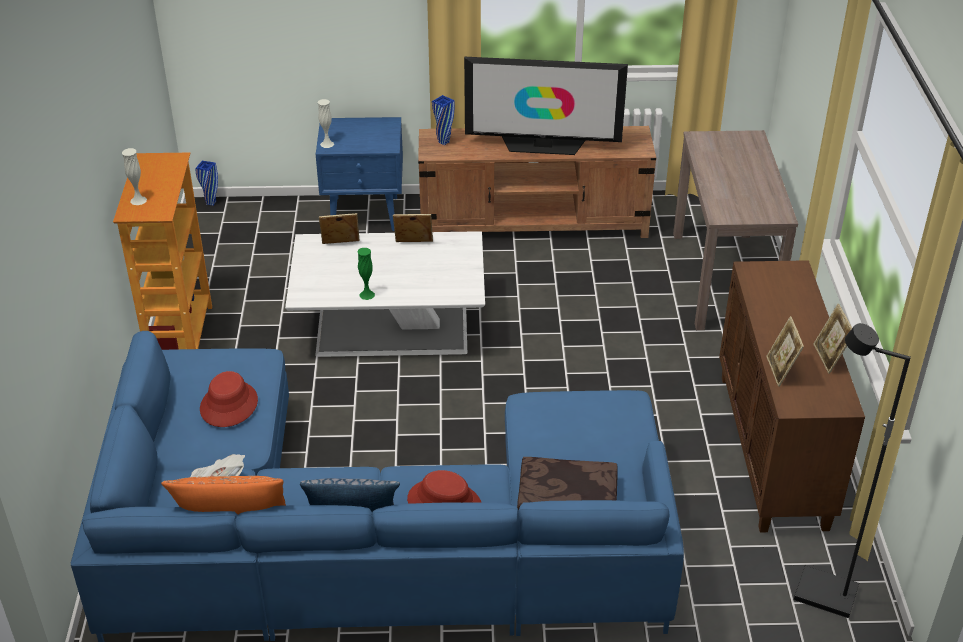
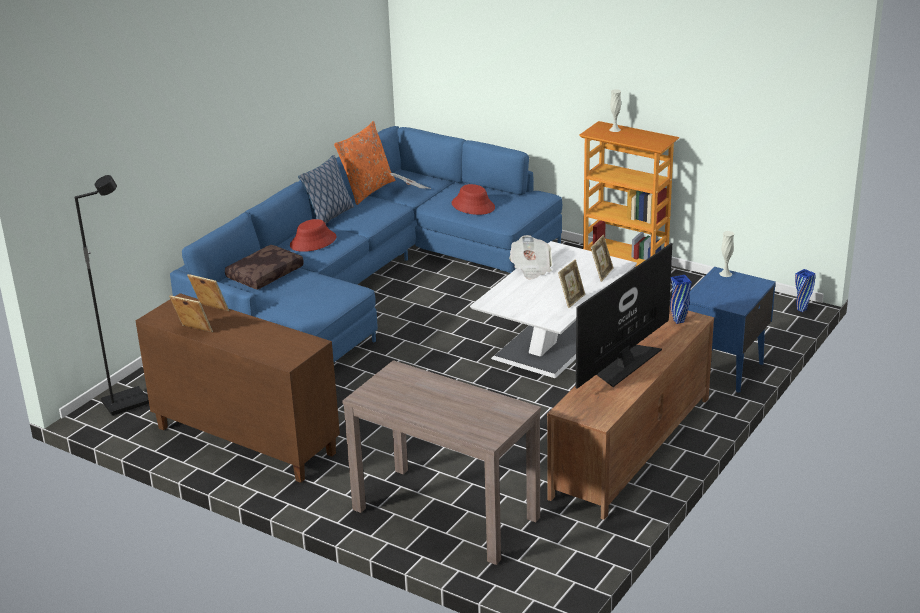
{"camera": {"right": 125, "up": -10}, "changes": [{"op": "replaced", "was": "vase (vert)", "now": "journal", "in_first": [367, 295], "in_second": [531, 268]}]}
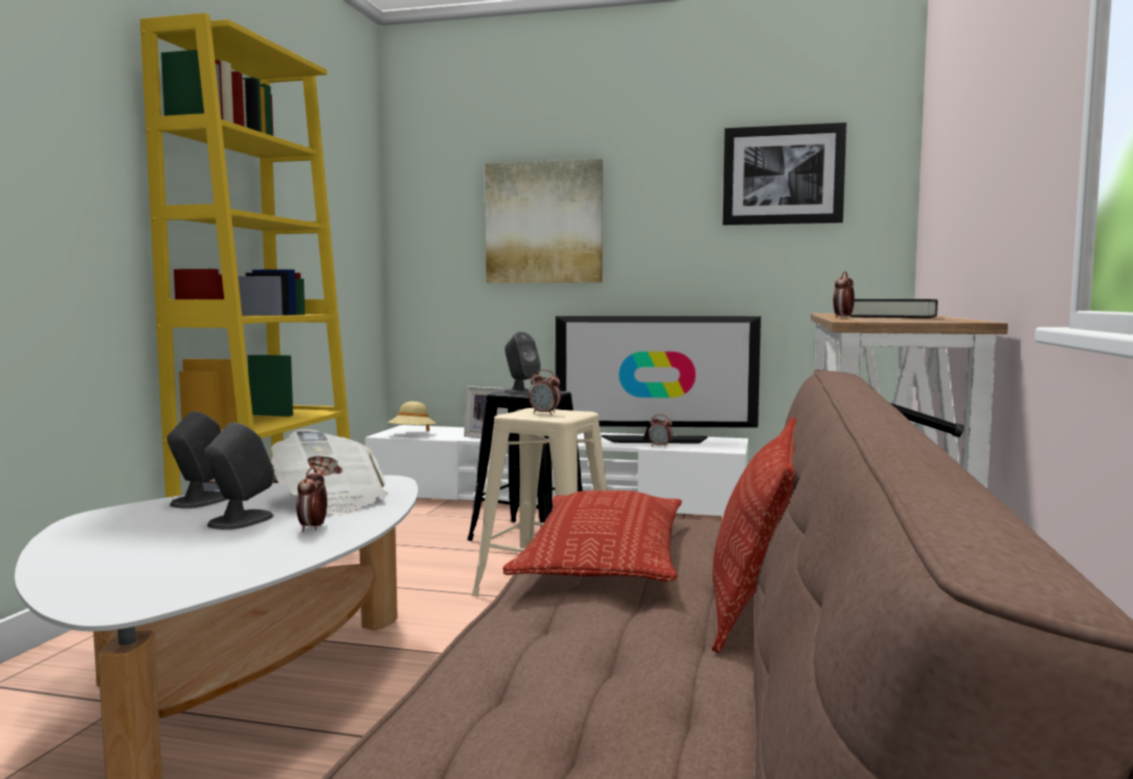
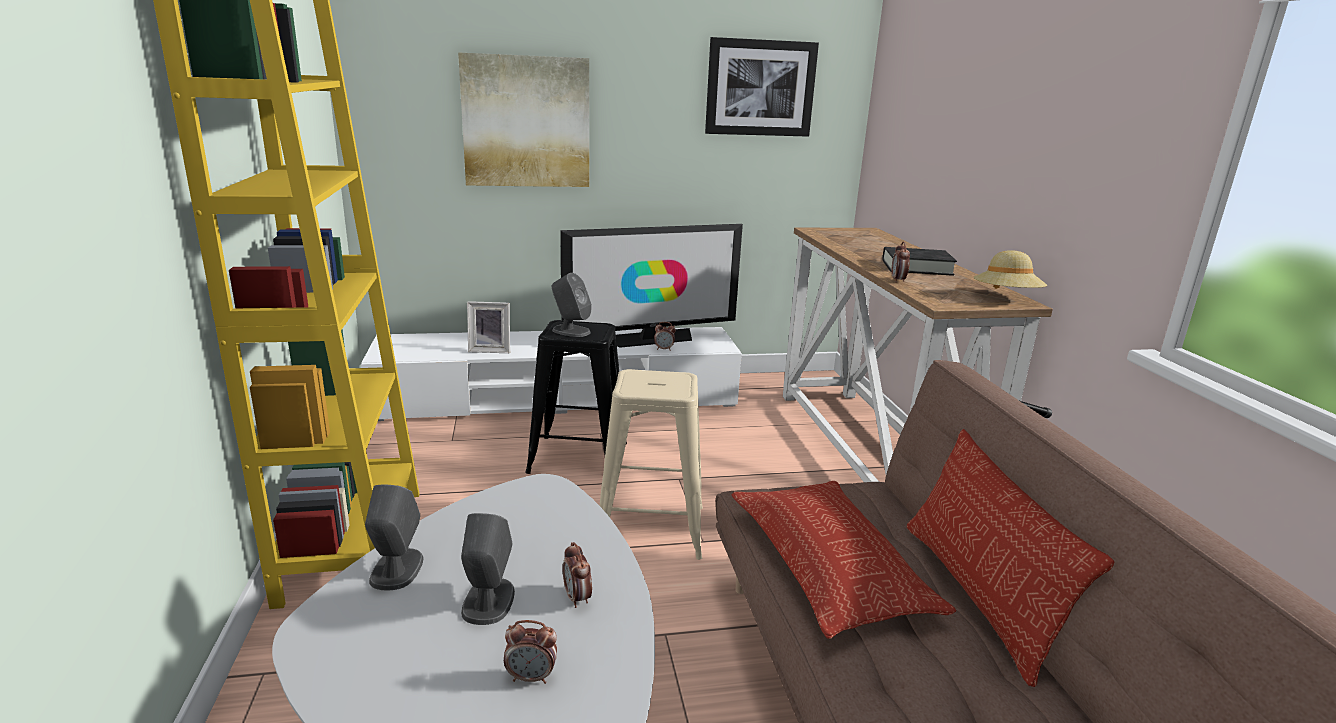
{"camera": {"right": -25, "up": 15}, "changes": [{"op": "moved", "was": "réveil", "in_first": [545, 413], "in_second": [531, 677]}, {"op": "moved", "was": "chapeau (beige)", "in_first": [412, 434], "in_second": [1006, 297]}, {"op": "removed", "was": "journal", "in_first": [330, 502]}]}
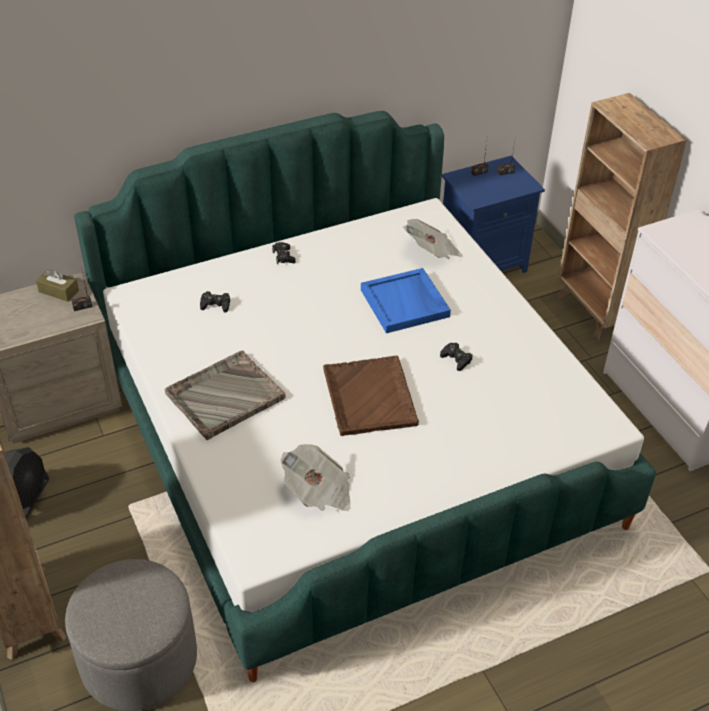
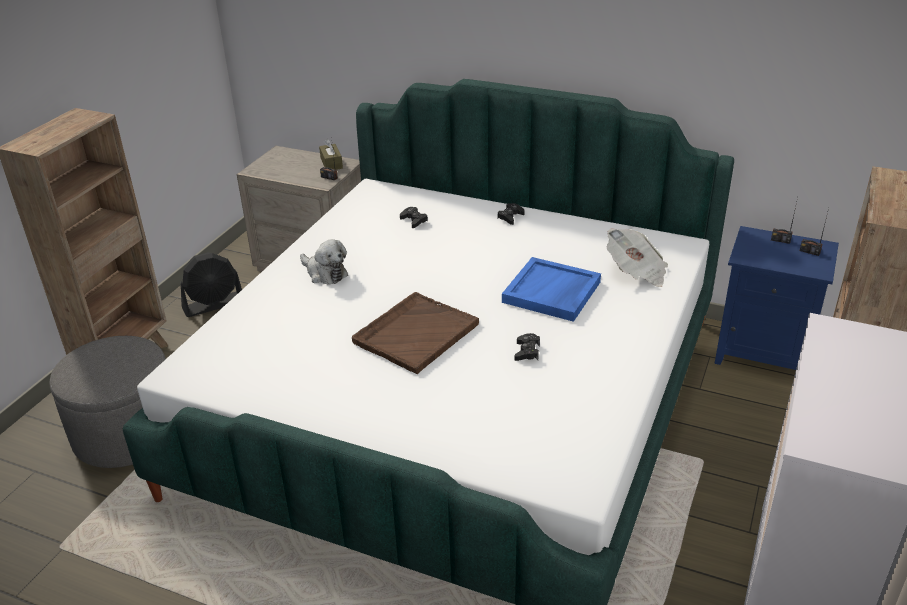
{"camera": {"right": 50, "up": -10}, "changes": [{"op": "replaced", "was": "plateau (gris)", "now": "peluche", "in_first": [224, 396], "in_second": [325, 273]}, {"op": "removed", "was": "journal", "in_first": [318, 492]}]}
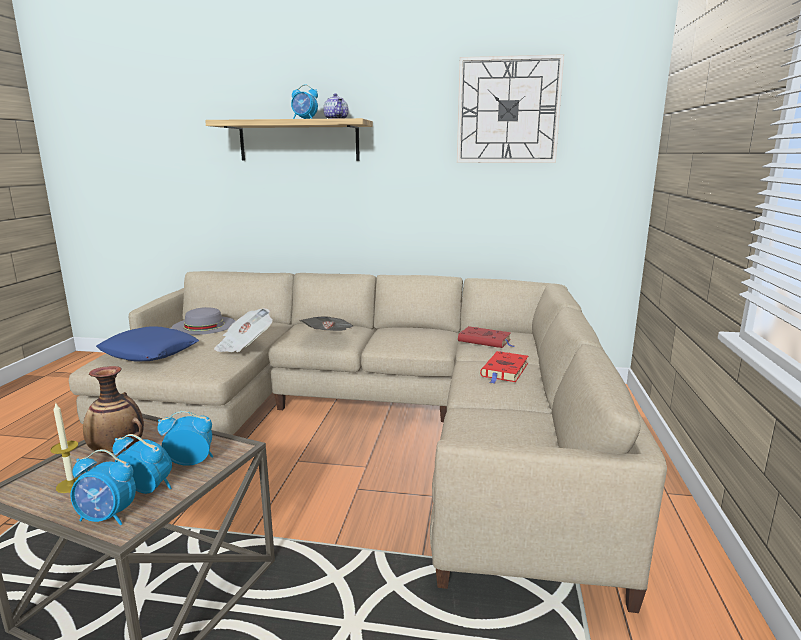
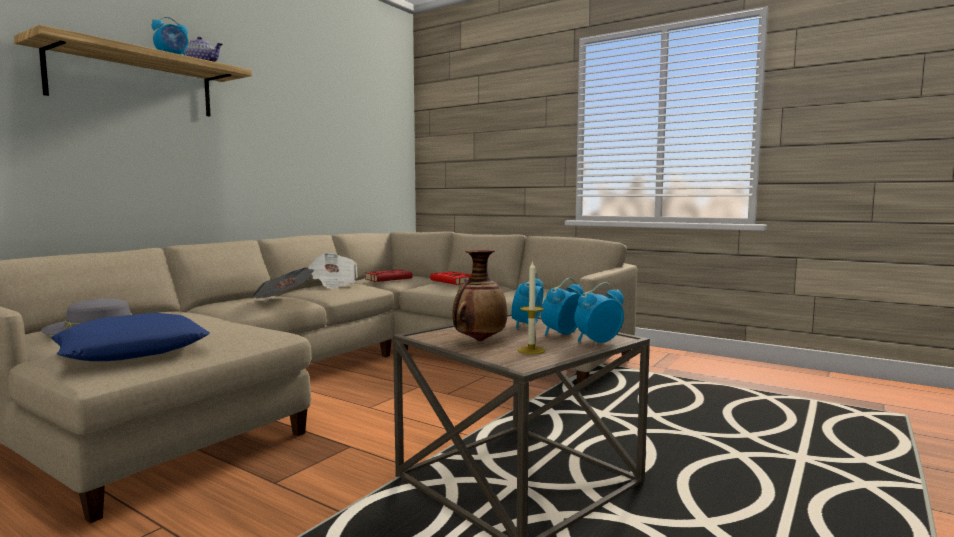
{"camera": {"right": -65, "up": -10}, "changes": [{"op": "moved", "was": "journal", "in_first": [244, 345], "in_second": [333, 284]}, {"op": "turned", "was": "réveil", "in_first": [107, 517], "in_second": [597, 342], "clockwise": -150}, {"op": "removed", "was": "horloge murale", "in_first": [508, 110]}]}
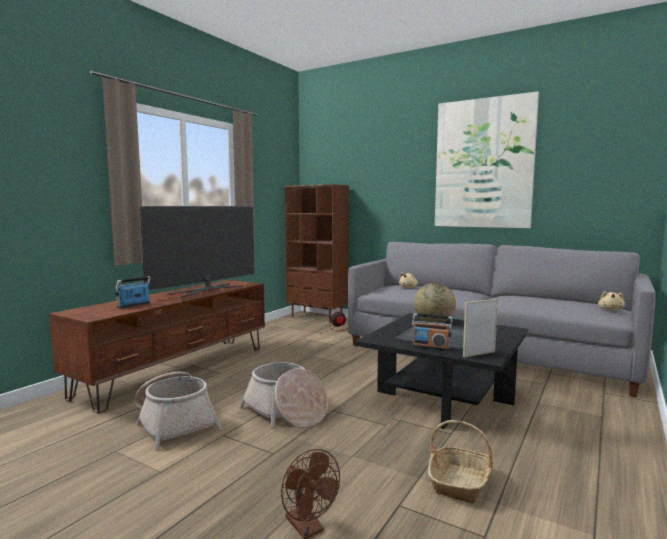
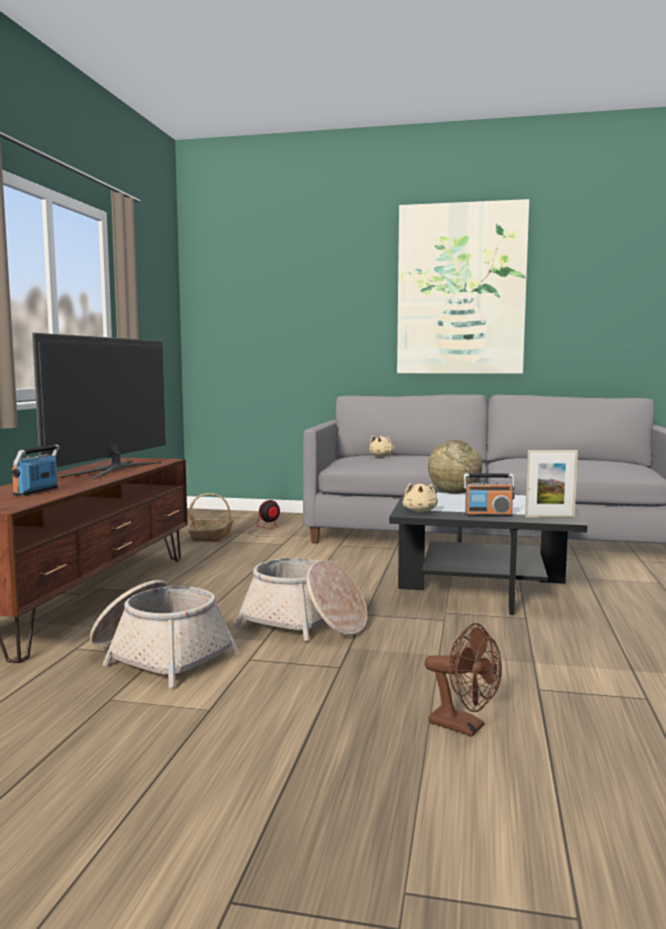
{"camera": {"right": -20, "up": 0}, "changes": [{"op": "moved", "was": "panier", "in_first": [460, 482], "in_second": [211, 536]}, {"op": "moved", "was": "peluche (beige)", "in_first": [610, 310], "in_second": [420, 511]}, {"op": "turned", "was": "cadre photo", "in_first": [479, 354], "in_second": [549, 517], "clockwise": -135}, {"op": "removed", "was": "bibliothèque (marron)", "in_first": [317, 317]}]}
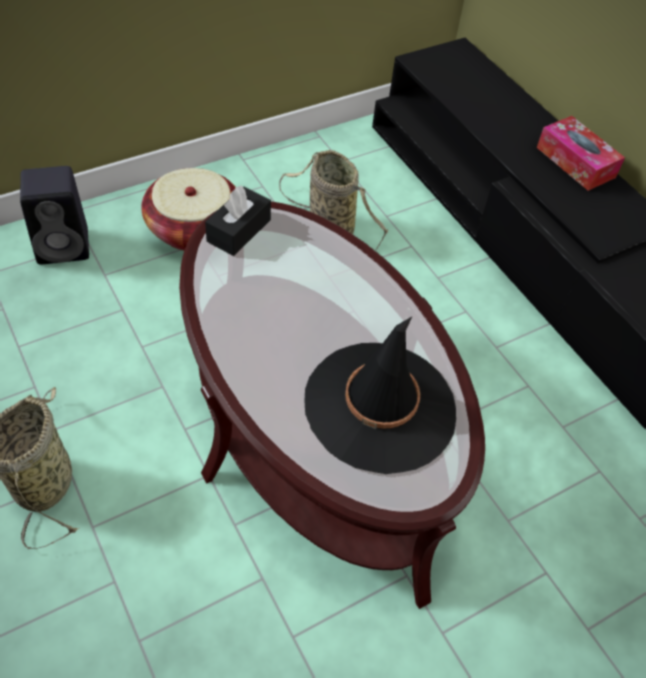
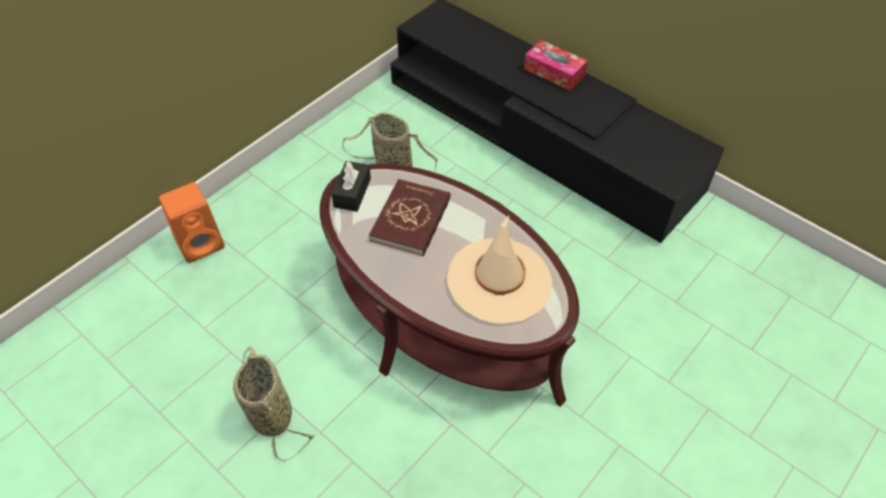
{"camera": {"right": -15, "up": 0}, "changes": [{"op": "recoloured", "was": "enceinte (noir)", "now": "enceinte (orange)", "in_first": [65, 246], "in_second": [202, 243]}, {"op": "added", "now": "livre (rouge)", "in_second": [411, 219]}, {"op": "recoloured", "was": "chapeau (noir)", "now": "chapeau (beige)", "in_first": [380, 406], "in_second": [499, 280]}, {"op": "removed", "was": "panier", "in_first": [194, 229]}]}
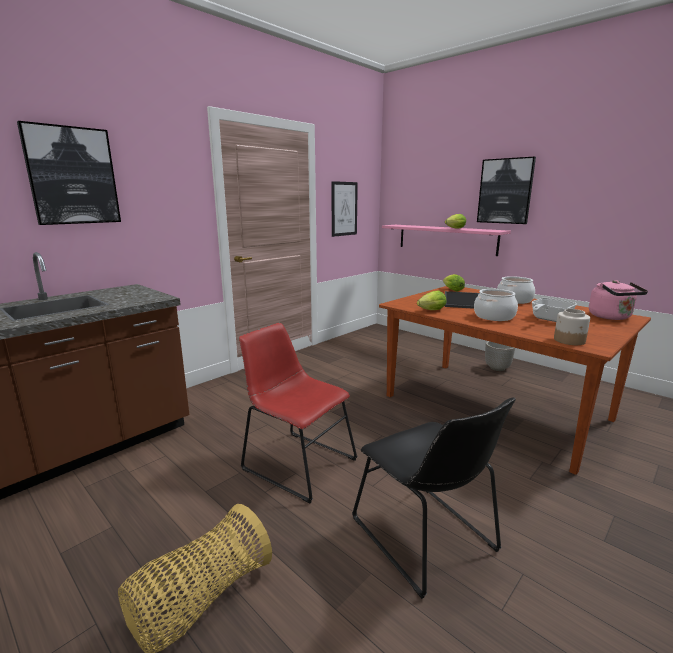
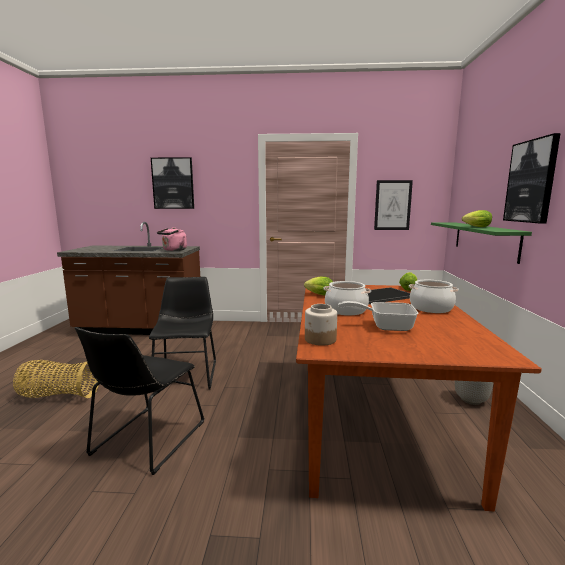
{"camera": {"right": 50, "up": -5}, "changes": [{"op": "recoloured", "was": "chaise (rouge)", "now": "chaise (noir)", "in_first": [296, 462], "in_second": [186, 374]}, {"op": "moved", "was": "bouilloire (rose)", "in_first": [611, 317], "in_second": [173, 250]}, {"op": "recoloured", "was": "étagère (rose)", "now": "étagère (vert)", "in_first": [446, 239], "in_second": [484, 240]}]}
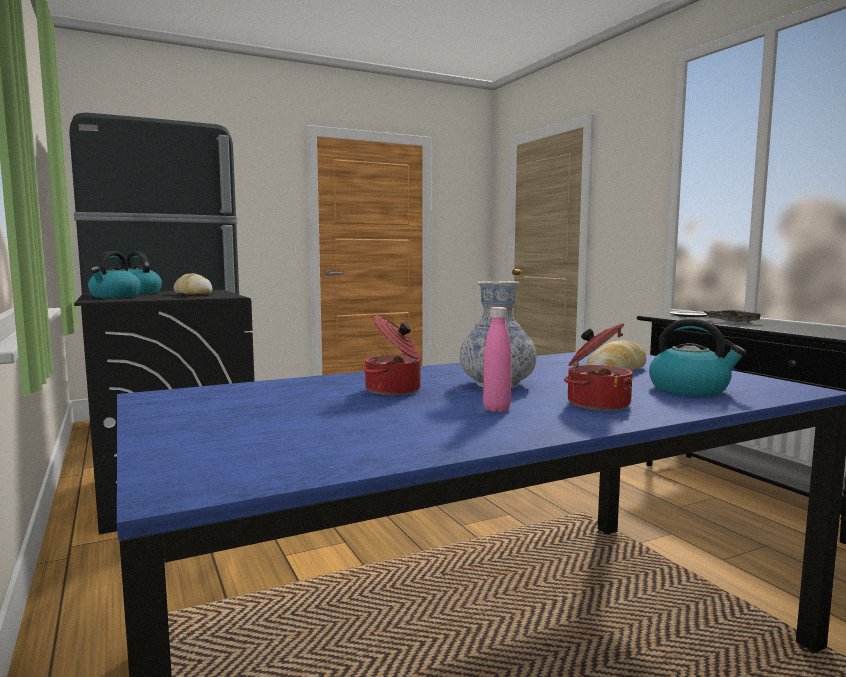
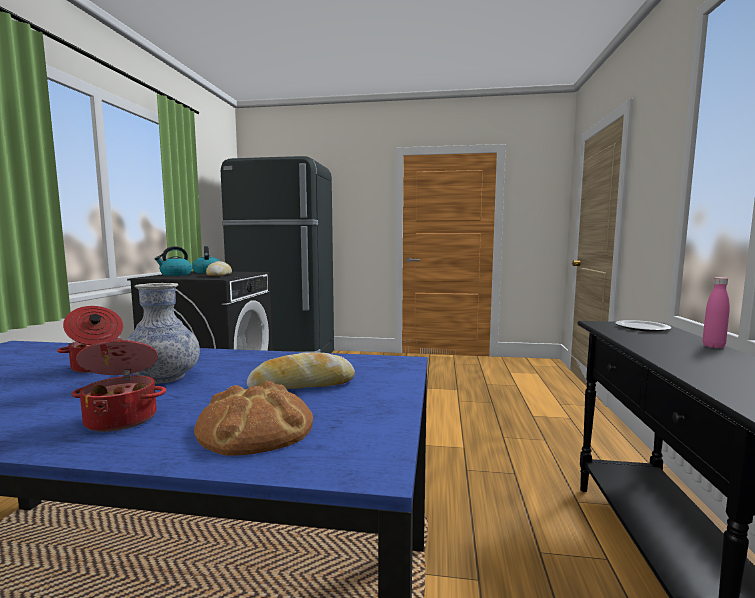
{"camera": {"right": 35, "up": 0}, "changes": [{"op": "replaced", "was": "bouilloire", "now": "pain", "in_first": [690, 390], "in_second": [256, 427]}, {"op": "moved", "was": "bouteille (rose)", "in_first": [496, 409], "in_second": [713, 346]}, {"op": "removed", "was": "plateau (gris)", "in_first": [731, 322]}]}
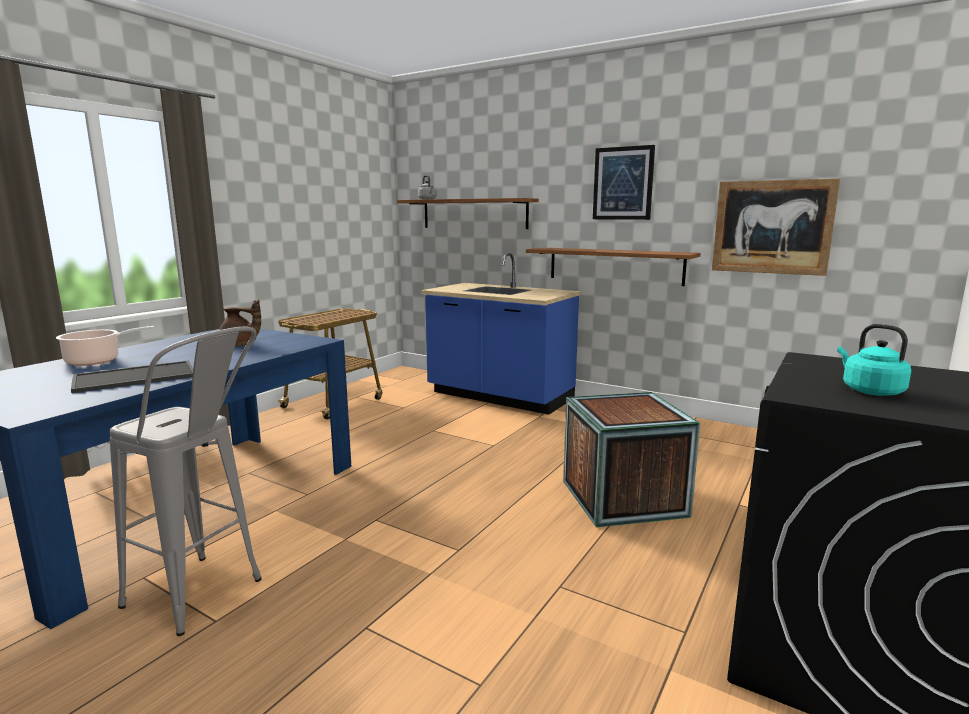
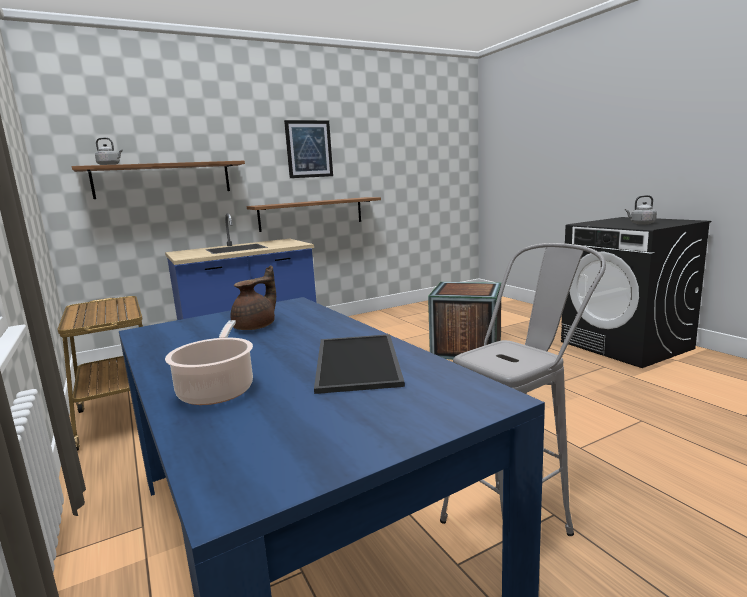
{"camera": {"right": -60, "up": 0}, "changes": [{"op": "recoloured", "was": "bouilloire (turquoise)", "now": "bouilloire (gris)", "in_first": [869, 391], "in_second": [641, 224]}, {"op": "removed", "was": "tableau", "in_first": [772, 227]}]}
